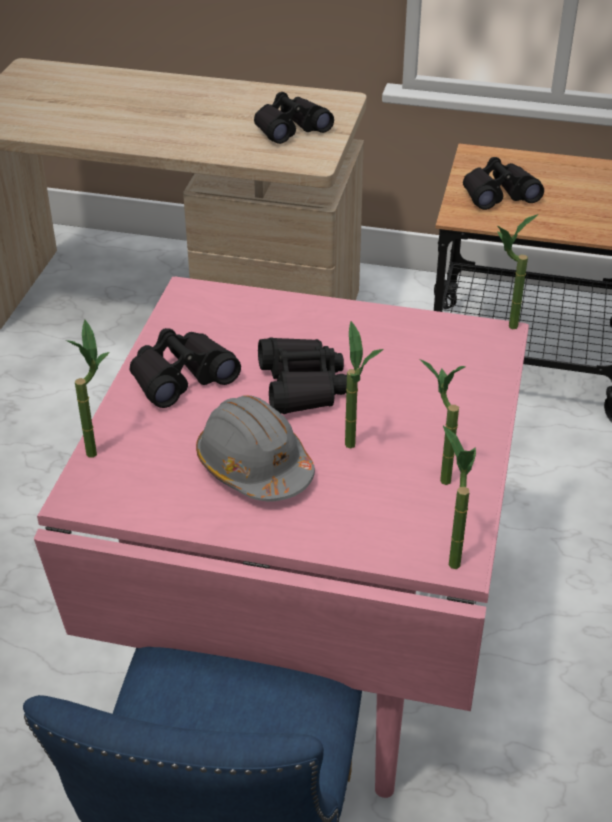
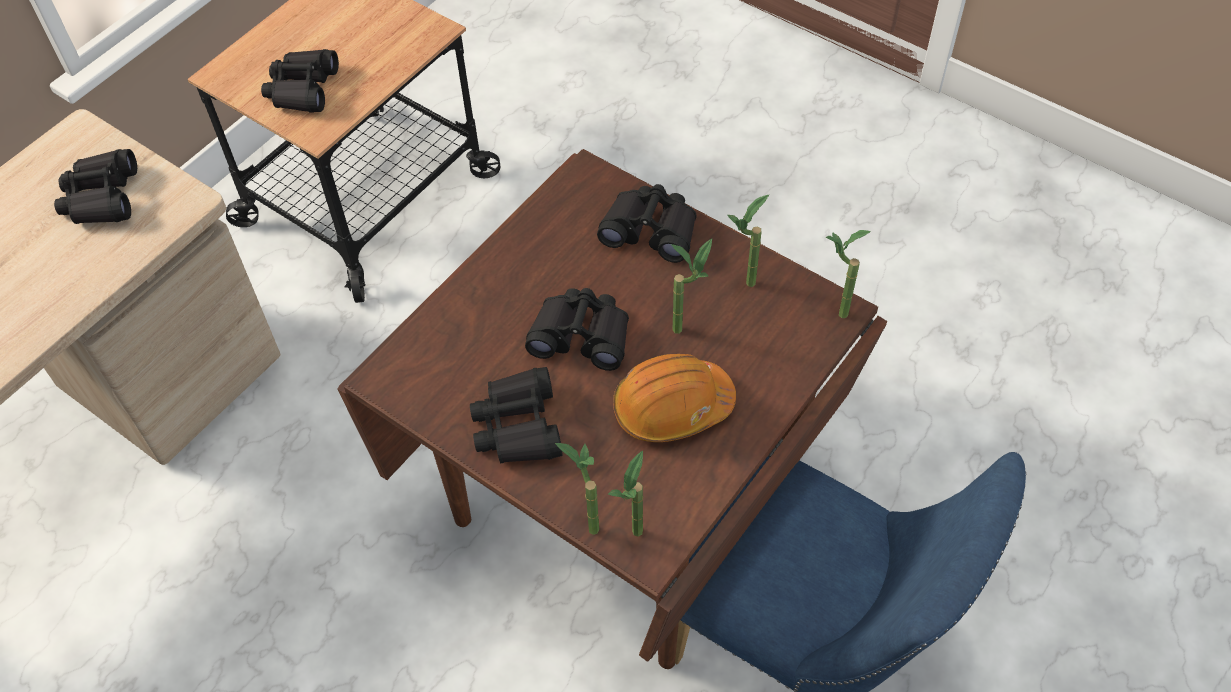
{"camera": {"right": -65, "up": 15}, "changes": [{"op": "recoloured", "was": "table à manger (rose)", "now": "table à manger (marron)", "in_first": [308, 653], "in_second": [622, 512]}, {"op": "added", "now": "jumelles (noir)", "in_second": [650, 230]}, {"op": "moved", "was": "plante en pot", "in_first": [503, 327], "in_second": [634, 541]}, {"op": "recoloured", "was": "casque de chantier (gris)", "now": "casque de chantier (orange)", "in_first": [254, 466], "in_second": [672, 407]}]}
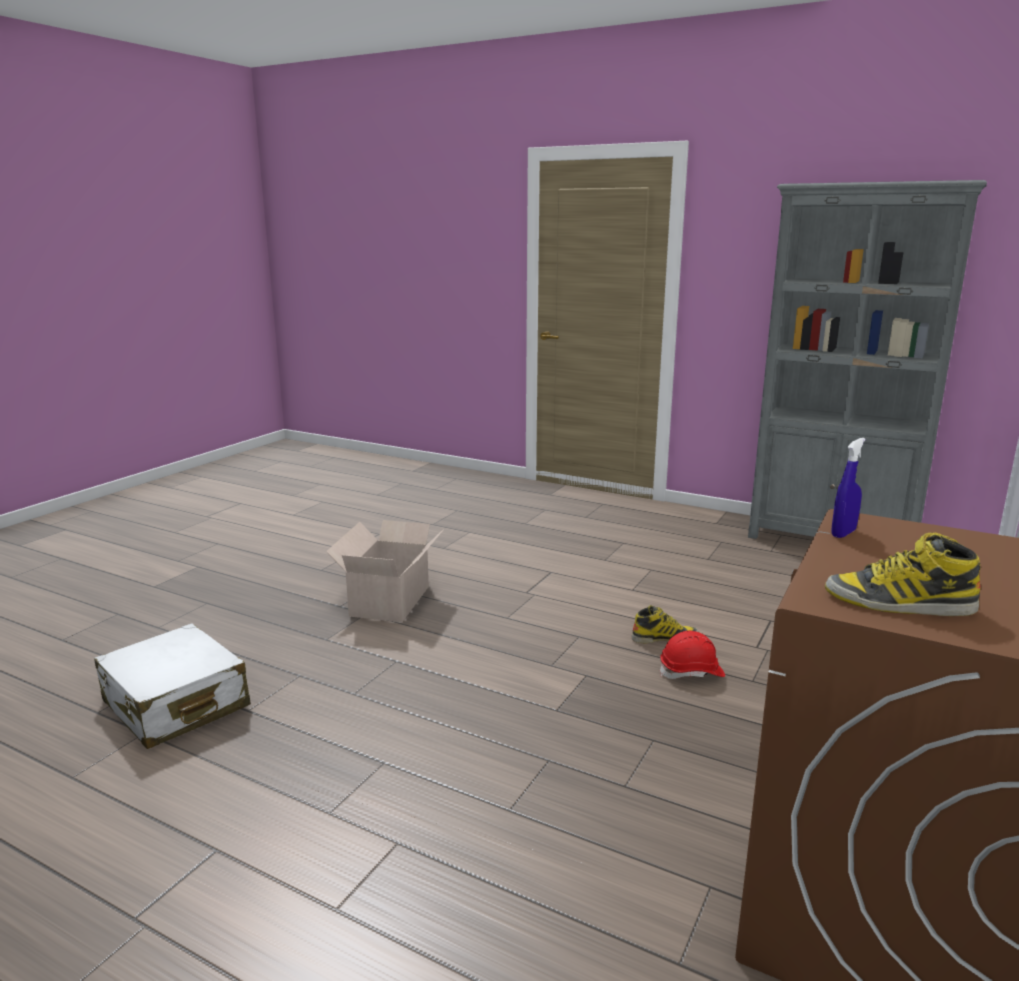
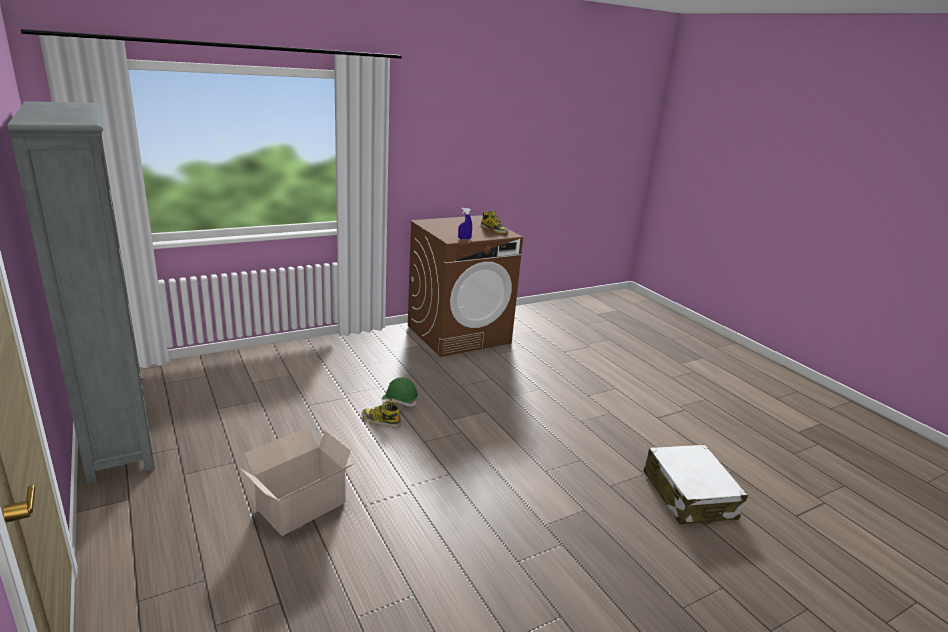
{"camera": {"right": -150, "up": 5}, "changes": [{"op": "moved", "was": "carton", "in_first": [392, 600], "in_second": [299, 506]}, {"op": "recoloured", "was": "casque de chantier (rouge)", "now": "casque de chantier (vert)", "in_first": [691, 672], "in_second": [400, 400]}]}
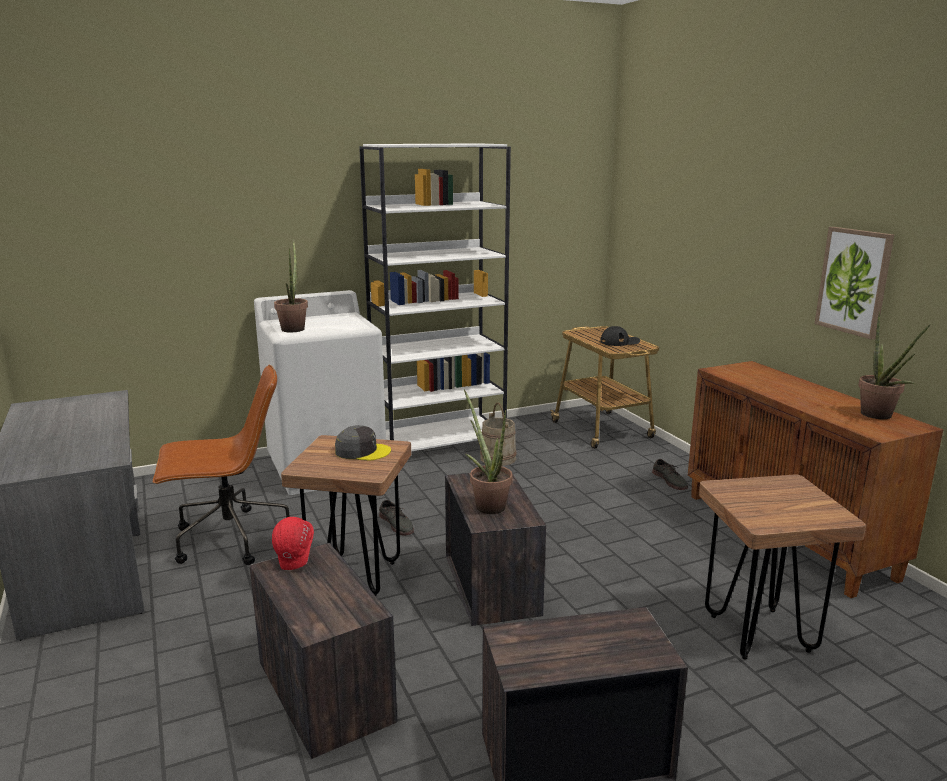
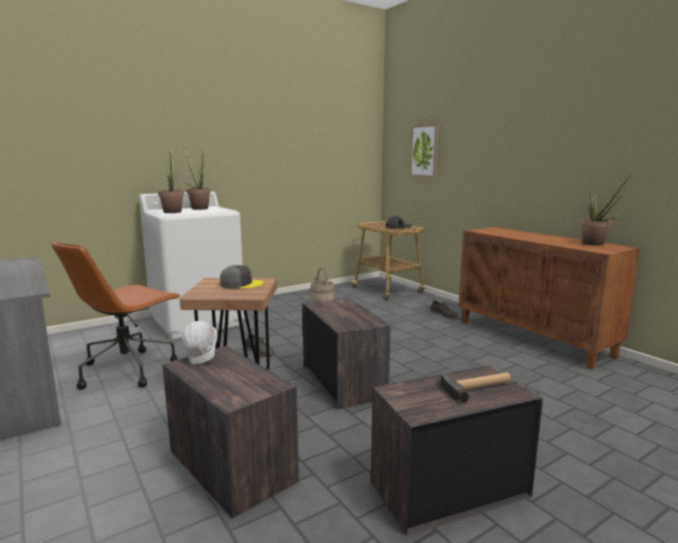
{"camera": {"right": -10, "up": -5}, "changes": [{"op": "turned", "was": "chaise de bureau (marron)", "in_first": [229, 539], "in_second": [128, 369], "clockwise": 150}, {"op": "recoloured", "was": "casque de chantier (rouge)", "now": "casque de chantier (blanc)", "in_first": [296, 561], "in_second": [202, 359]}, {"op": "moved", "was": "plante en pot", "in_first": [487, 504], "in_second": [198, 208]}, {"op": "moved", "was": "tableau", "in_first": [854, 281], "in_second": [425, 151]}, {"op": "added", "now": "marteau", "in_second": [477, 387]}, {"op": "removed", "was": "bibliothèque (blanc)", "in_first": [439, 442]}, {"op": "removed", "was": "tabouret (marron)", "in_first": [759, 633]}]}
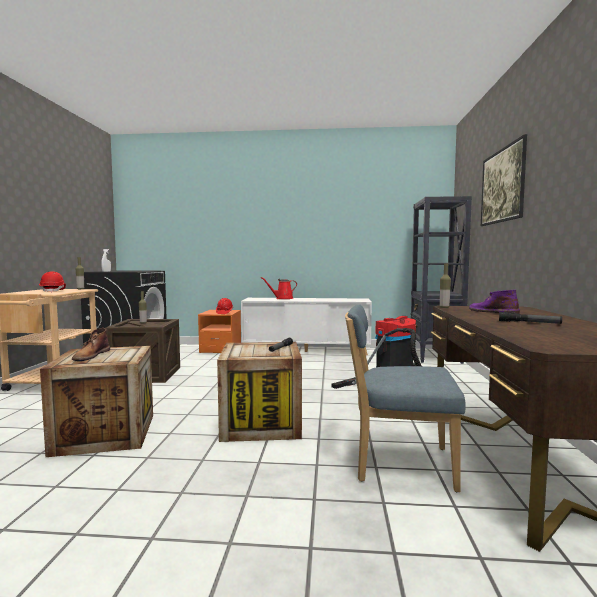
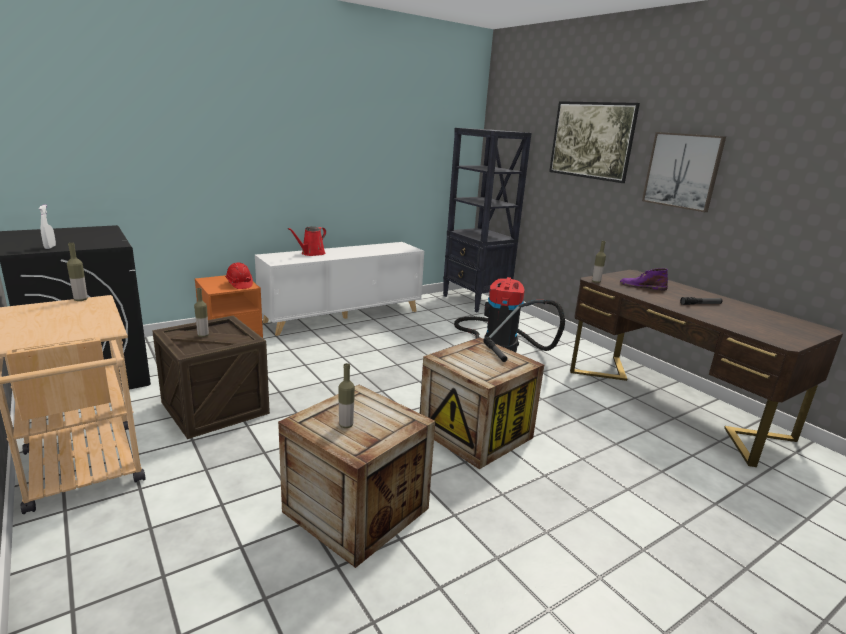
{"camera": {"right": -40, "up": 15}, "changes": [{"op": "replaced", "was": "botte (marron)", "now": "bouteille", "in_first": [91, 355], "in_second": [346, 425]}, {"op": "added", "now": "tableau", "in_second": [682, 171]}, {"op": "removed", "was": "casque de chantier (rouge)", "in_first": [53, 291]}, {"op": "removed", "was": "chaise (bleu)", "in_first": [398, 463]}]}
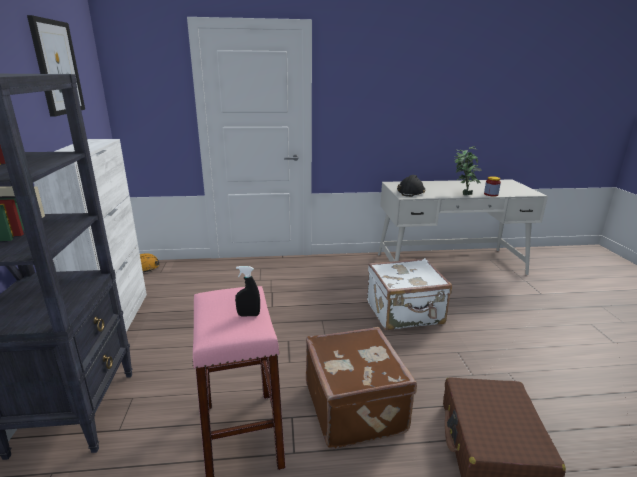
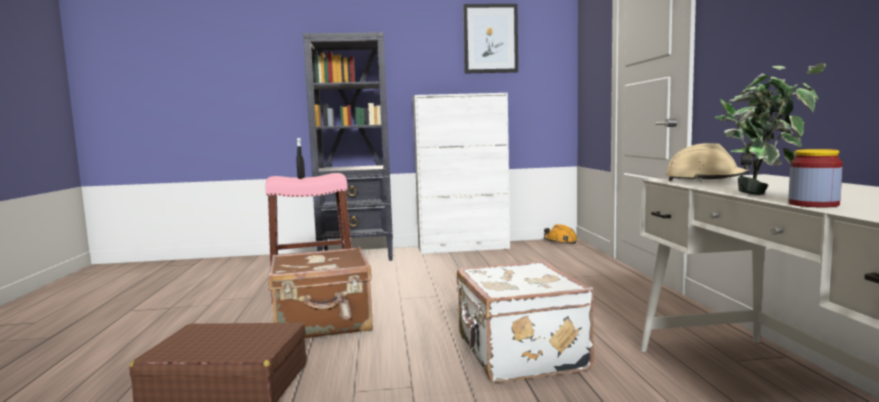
{"camera": {"right": 90, "up": -15}, "changes": [{"op": "recoloured", "was": "casque de chantier (noir)", "now": "casque de chantier (beige)", "in_first": [411, 192], "in_second": [705, 180]}]}
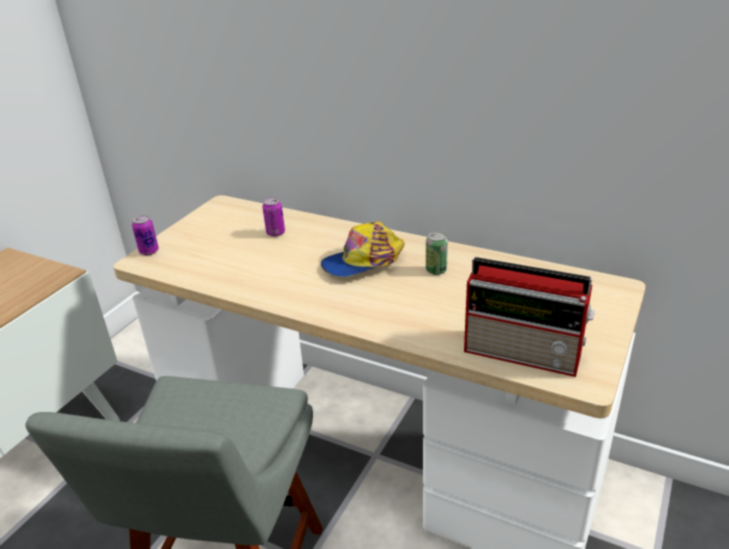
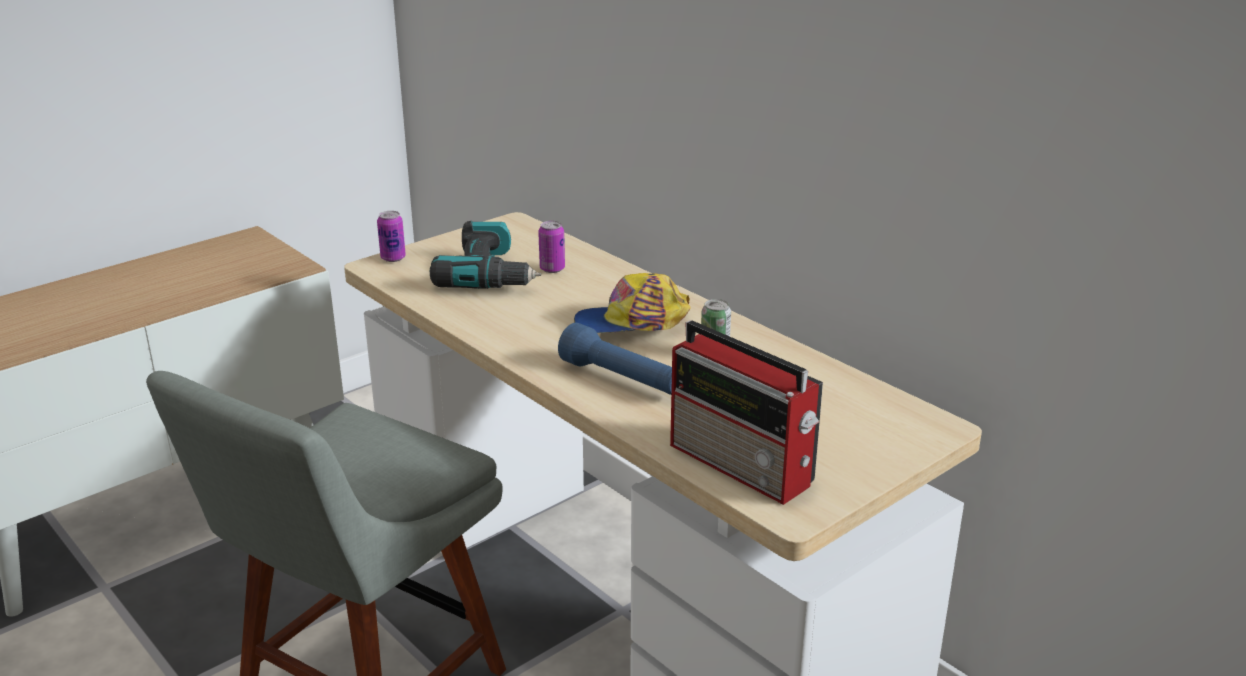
{"camera": {"right": 20, "up": -5}, "changes": [{"op": "added", "now": "perceuse", "in_second": [490, 274]}, {"op": "added", "now": "lampe de poche (bleu)", "in_second": [622, 379]}]}
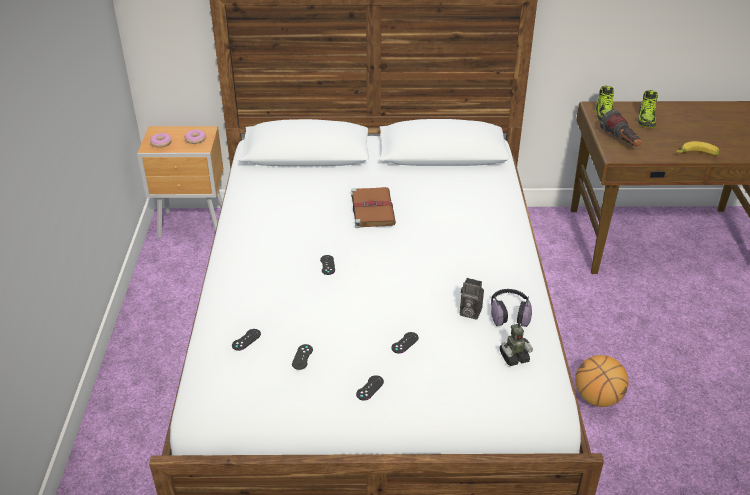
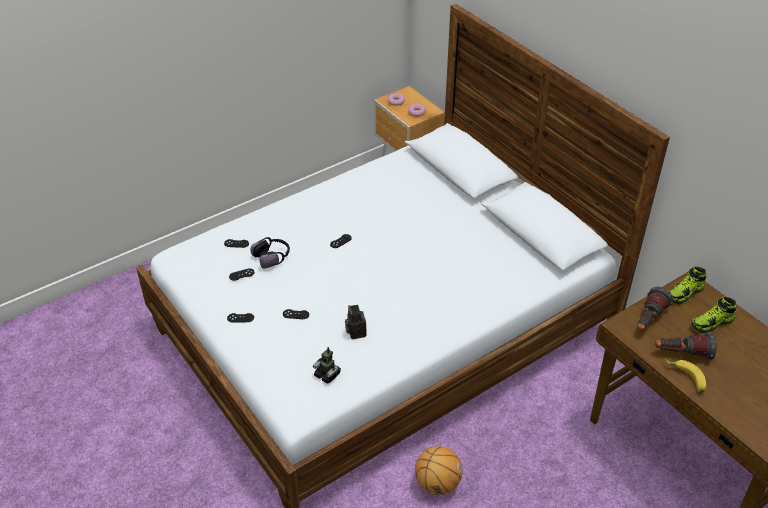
{"camera": {"right": 55, "up": 5}, "changes": [{"op": "moved", "was": "casque audio", "in_first": [509, 313], "in_second": [272, 257]}, {"op": "added", "now": "lampe de poche", "in_second": [682, 354]}, {"op": "removed", "was": "livre (marron)", "in_first": [372, 209]}]}
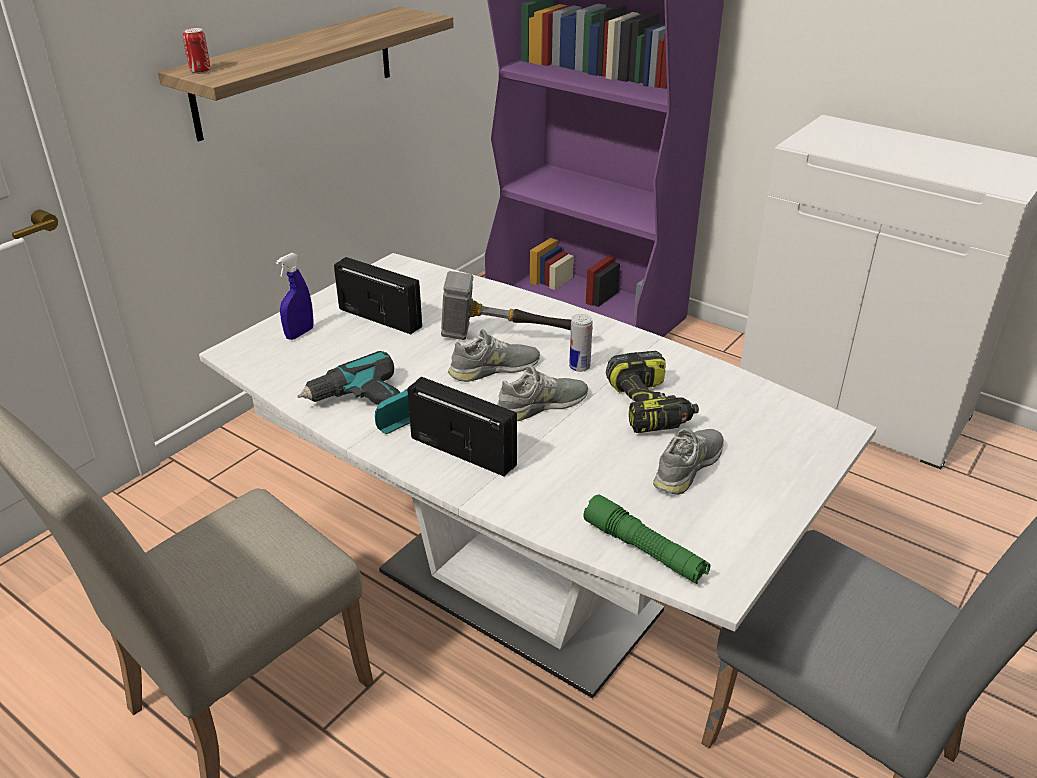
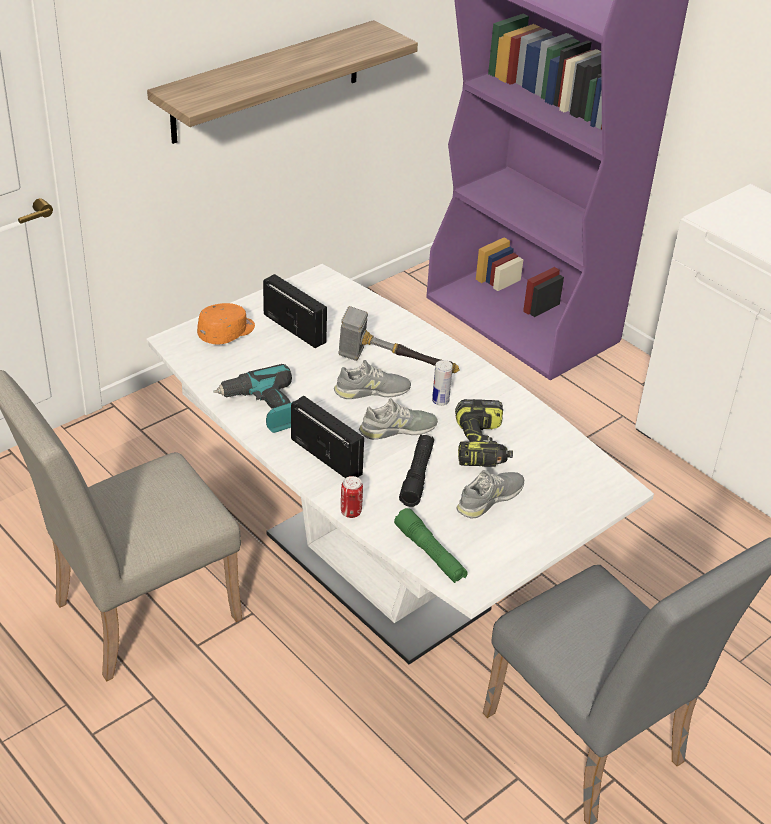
{"camera": {"right": 10, "up": 5}, "changes": [{"op": "replaced", "was": "vaporisateur (bleu)", "now": "casquette (orange)", "in_first": [299, 334], "in_second": [227, 333]}, {"op": "moved", "was": "boîte métallique", "in_first": [200, 71], "in_second": [351, 512]}, {"op": "added", "now": "lampe de poche (noir)", "in_second": [417, 476]}]}
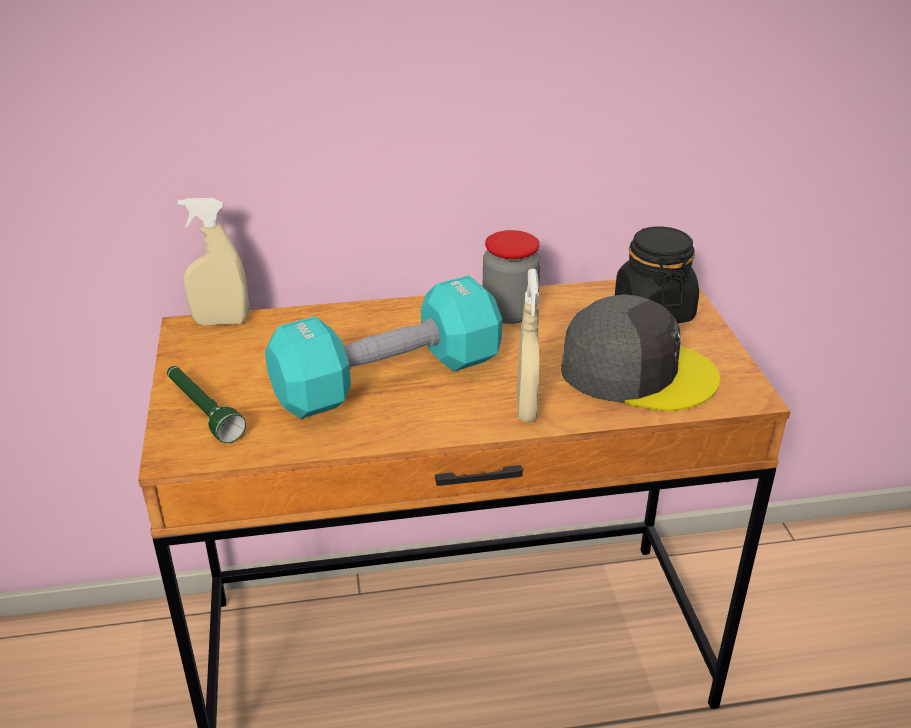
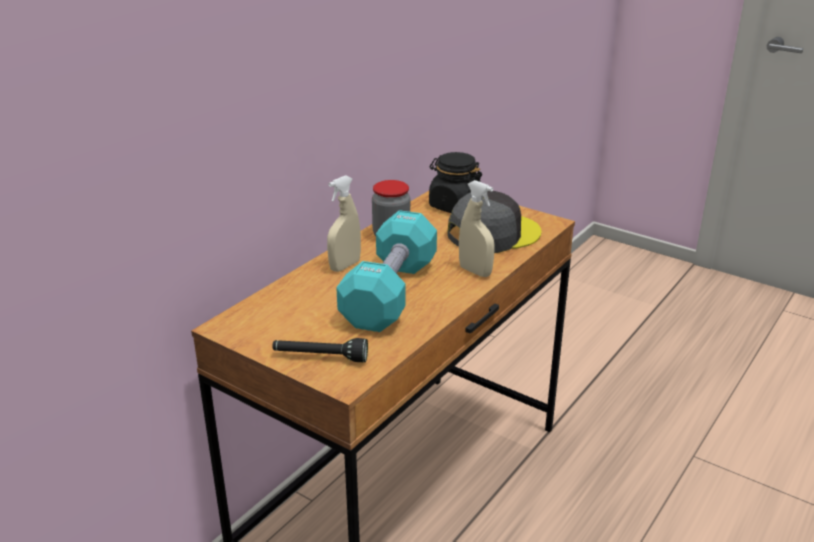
{"camera": {"right": -45, "up": -5}, "changes": [{"op": "recoloured", "was": "lampe de poche (vert)", "now": "lampe de poche (noir)", "in_first": [203, 411], "in_second": [320, 357]}, {"op": "moved", "was": "vaporisateur (beige)", "in_first": [221, 322], "in_second": [345, 266]}]}
